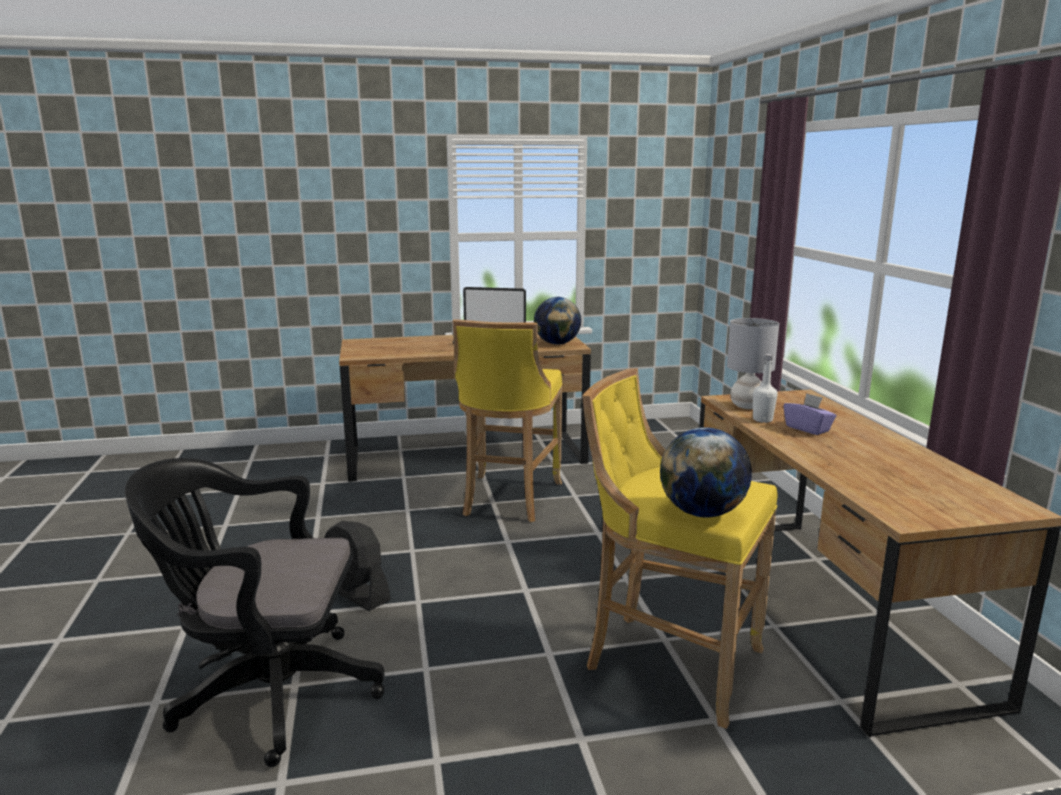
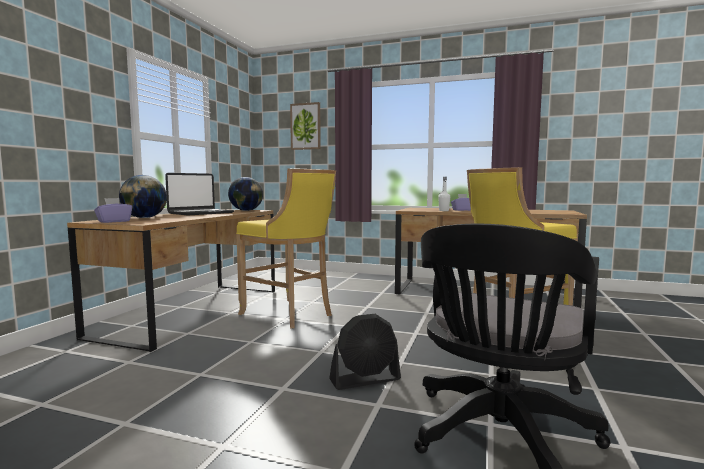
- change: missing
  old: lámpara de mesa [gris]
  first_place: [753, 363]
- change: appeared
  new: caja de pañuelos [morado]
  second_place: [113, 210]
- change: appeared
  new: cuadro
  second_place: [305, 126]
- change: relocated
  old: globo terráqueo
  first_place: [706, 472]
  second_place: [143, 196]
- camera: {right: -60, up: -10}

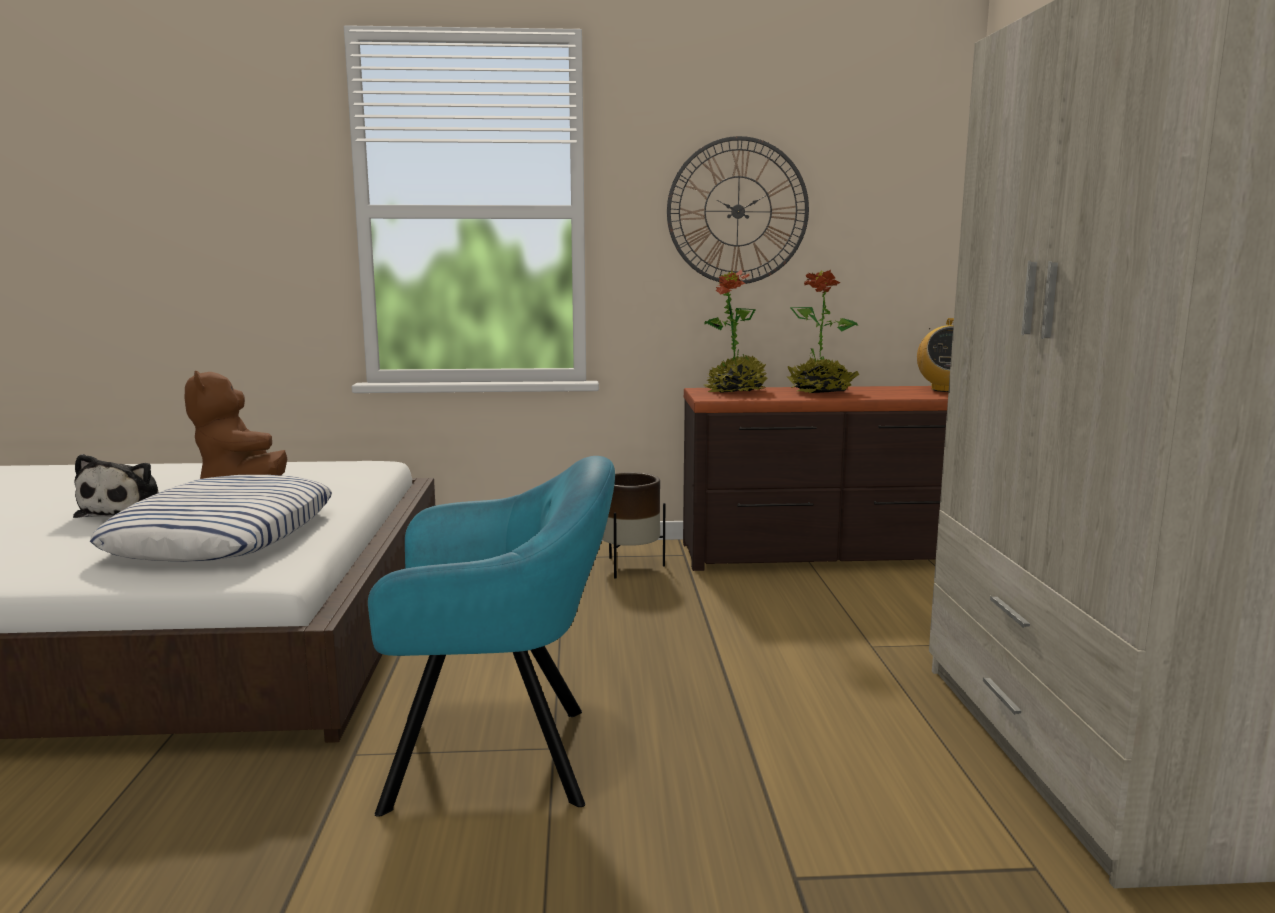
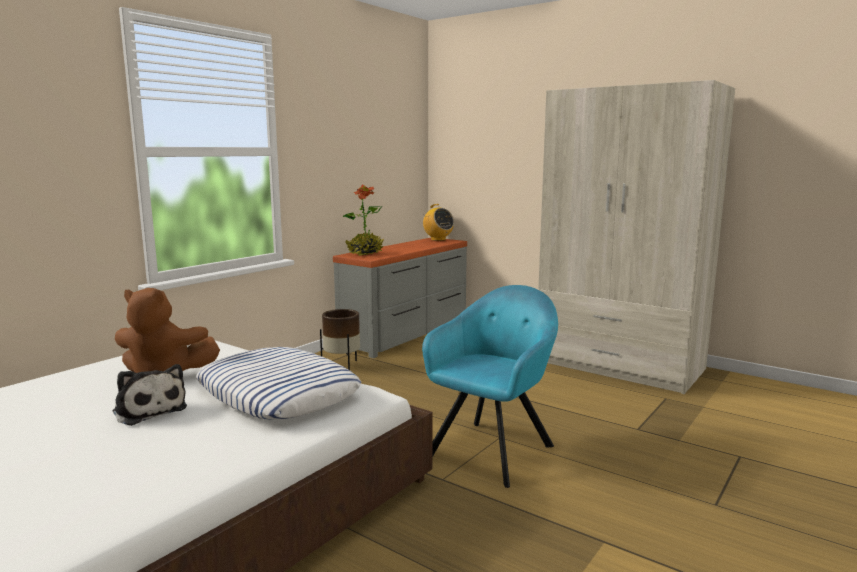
- change: missing
  old: reloj de pared
  first_place: [738, 210]
- change: missing
  old: planta en maceta
  first_place: [823, 332]
- change: colour
  old: cómoda [marrón]
  new: cómoda [gris]
  first_place: [815, 478]
  second_place: [400, 298]
- camera: {right: -50, up: 0}

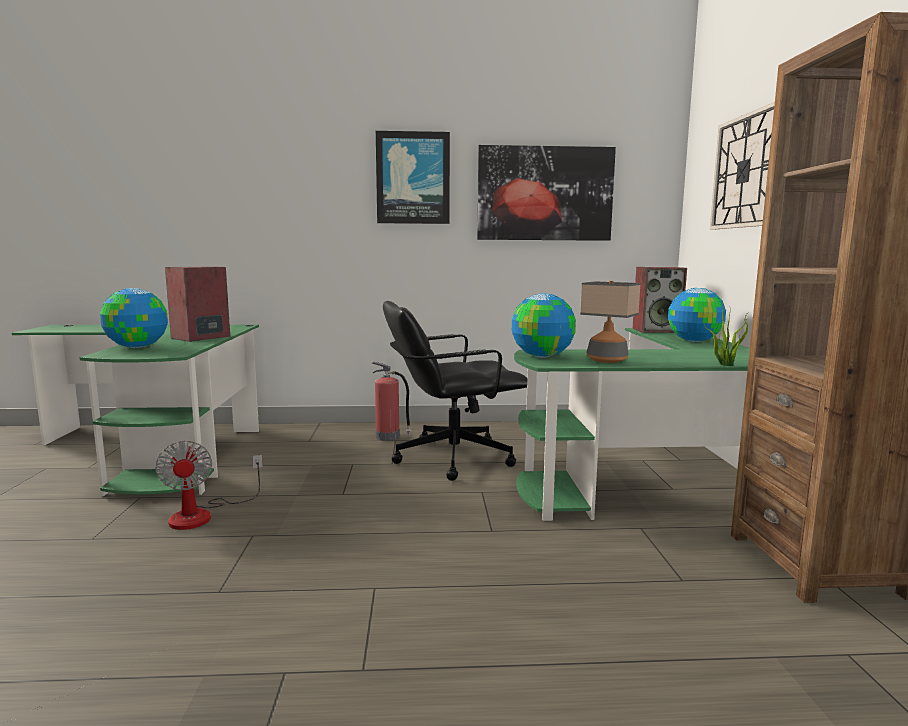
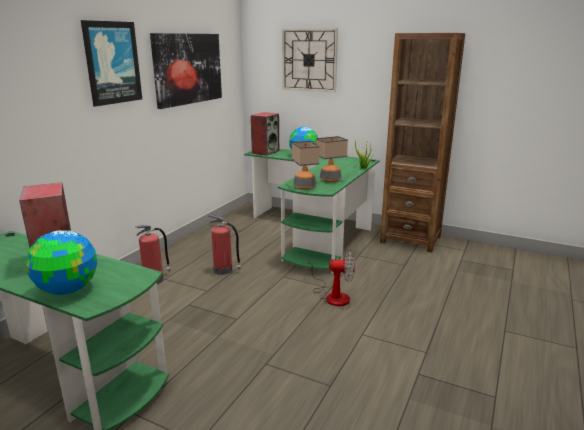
- change: relocated
  old: ventilador
  first_place: [209, 485]
  second_place: [331, 279]
- change: exchanged
  old: silla de oficina [negro]
  new: extintor
  first_place: [455, 391]
  second_place: [225, 244]
- change: exchanged
  old: globo terráqueo
  new: lámpara de mesa
  first_place: [544, 325]
  second_place: [306, 165]
- camera: {right: -60, up: 10}

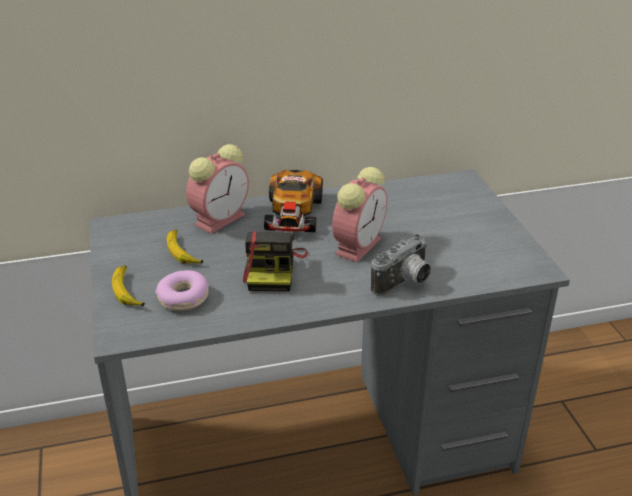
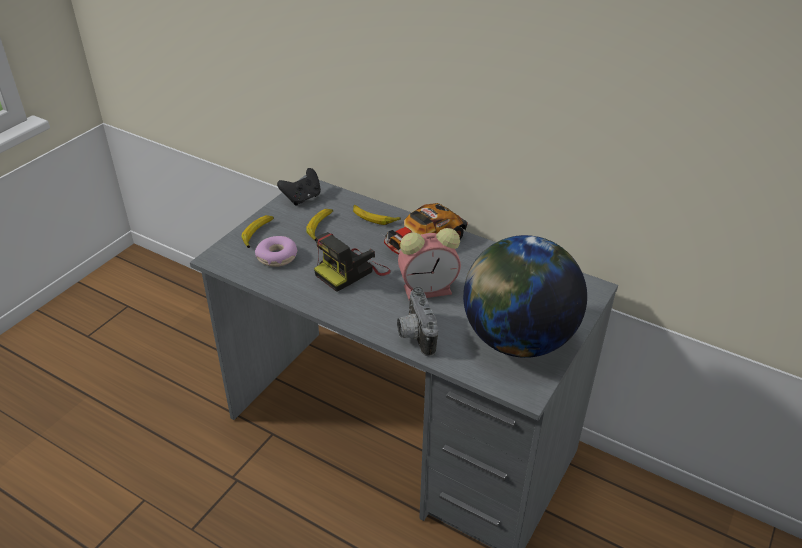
- change: appeared
  new: mando de consola [negro]
  second_place: [299, 187]
- change: appeared
  new: globo terráqueo
  second_place: [525, 296]
- change: exchanged
  old: despertador
  new: plátano
  first_place: [217, 189]
  second_place: [377, 215]
- change: spun
  old: cámara
  first_place: [401, 265]
  second_place: [417, 322]
  degrees: 75
- camera: {right: 45, up: 5}

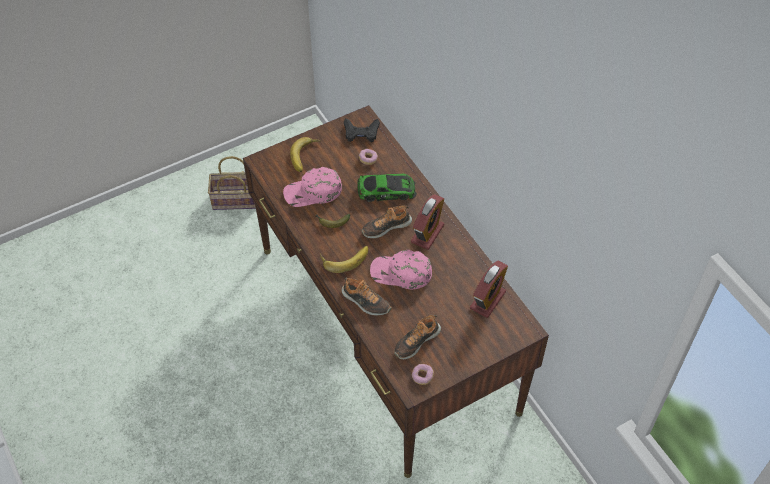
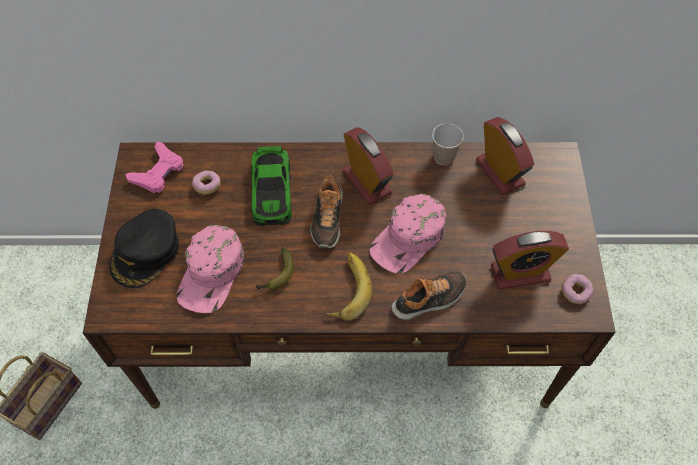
- change: appeared
  new: taza
  second_place: [448, 144]
- change: exchanged
  old: plátano
  new: gorra [negro]
  first_place: [305, 154]
  second_place: [144, 248]
- change: exchanged
  old: zapato
  new: despertador
  first_place: [417, 337]
  second_place: [530, 260]
- change: colour
  old: mando de consola [negro]
  new: mando de consola [rosa]
  first_place: [362, 130]
  second_place: [154, 167]
- change: spun
  old: coche de juguete
  first_place: [387, 188]
  second_place: [271, 186]
  degrees: 150
- camera: {right: -60, up: 5}

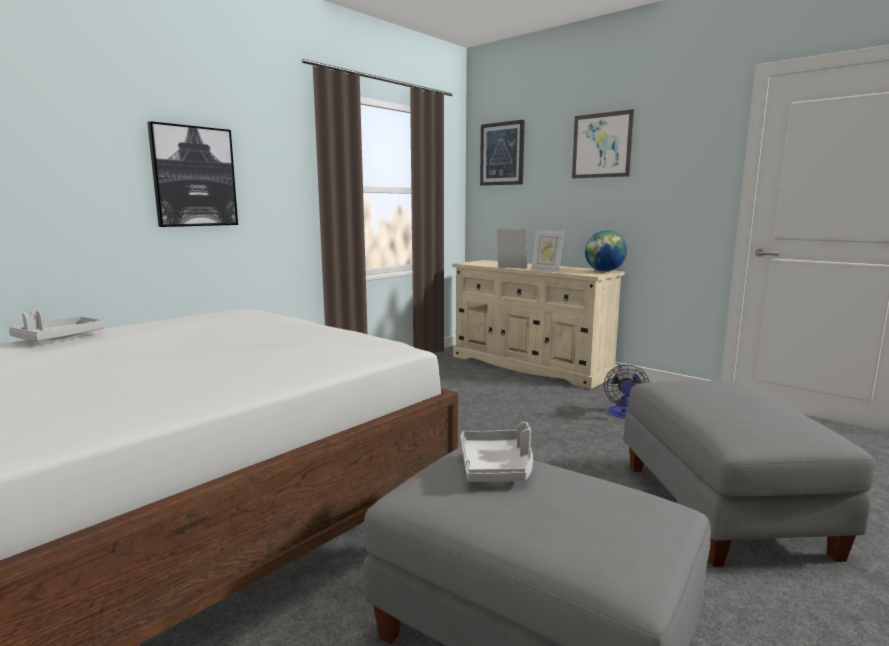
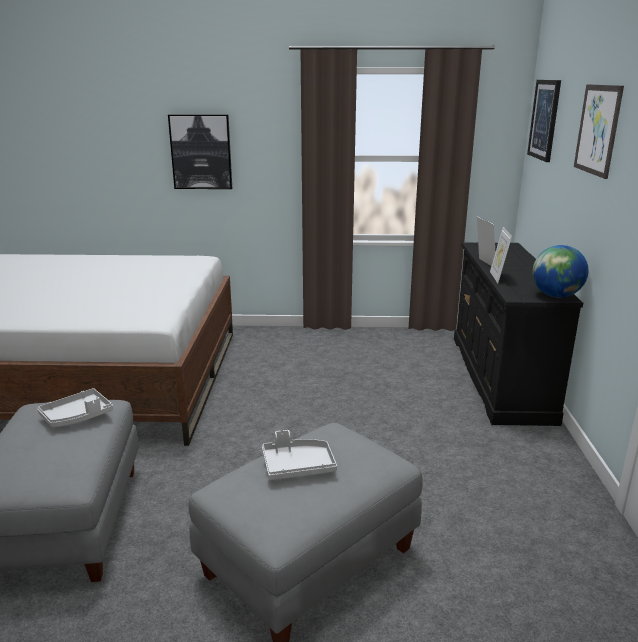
- change: missing
  old: ventilador
  first_place: [626, 391]
- change: relocated
  old: bandeja [gris]
  first_place: [57, 326]
  second_place: [299, 455]
- change: colour
  old: cómoda [beis]
  new: cómoda [negro]
  first_place: [538, 324]
  second_place: [518, 334]
- camera: {right: 50, up: 10}

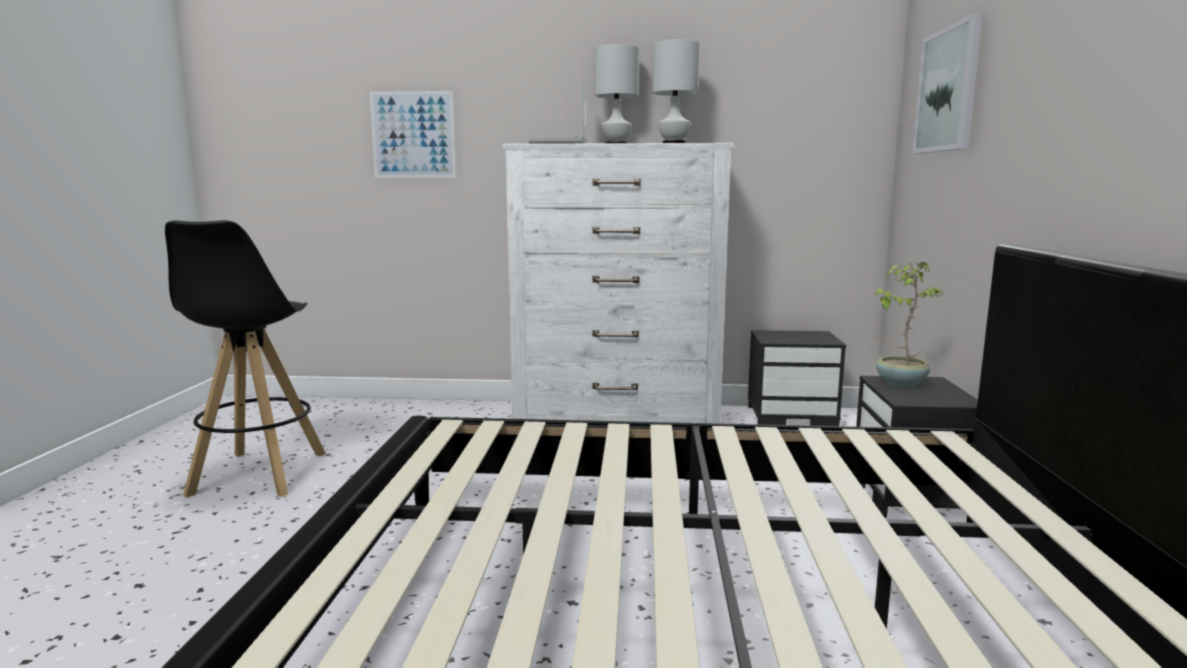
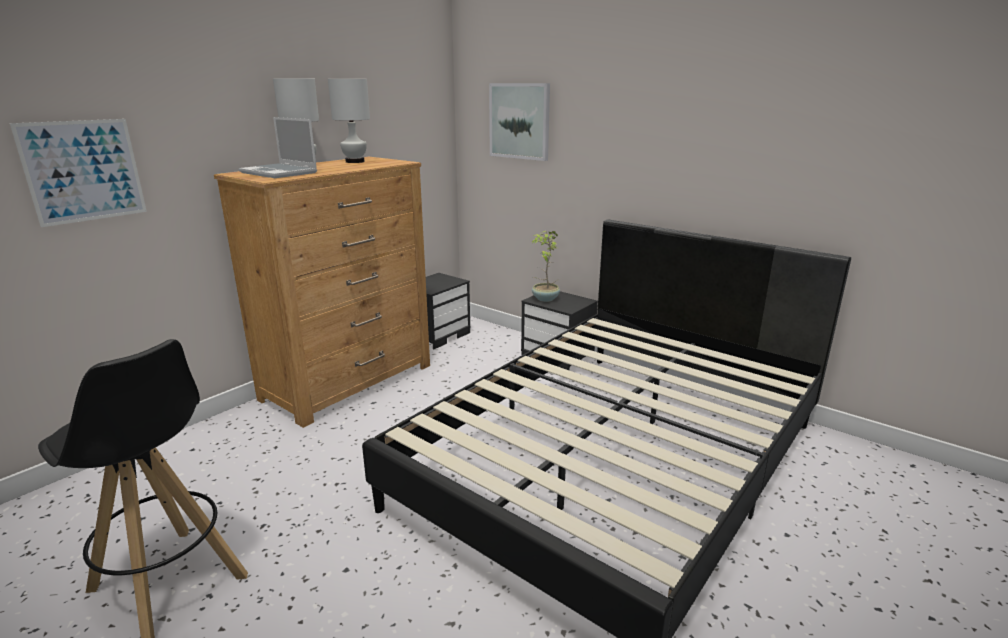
- change: colour
  old: cómoda [blanco]
  new: cómoda [marrón]
  first_place: [618, 283]
  second_place: [322, 292]
- camera: {right: -55, up: 10}

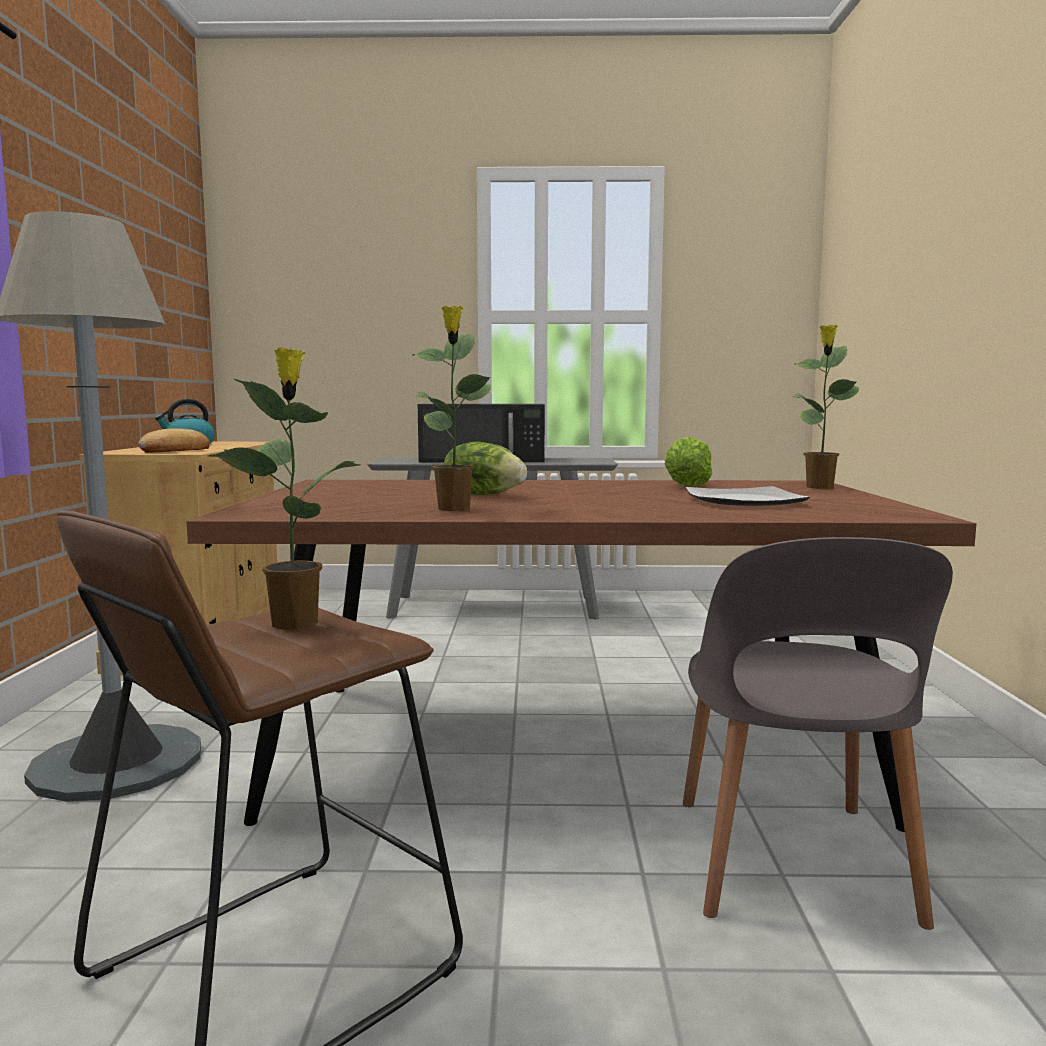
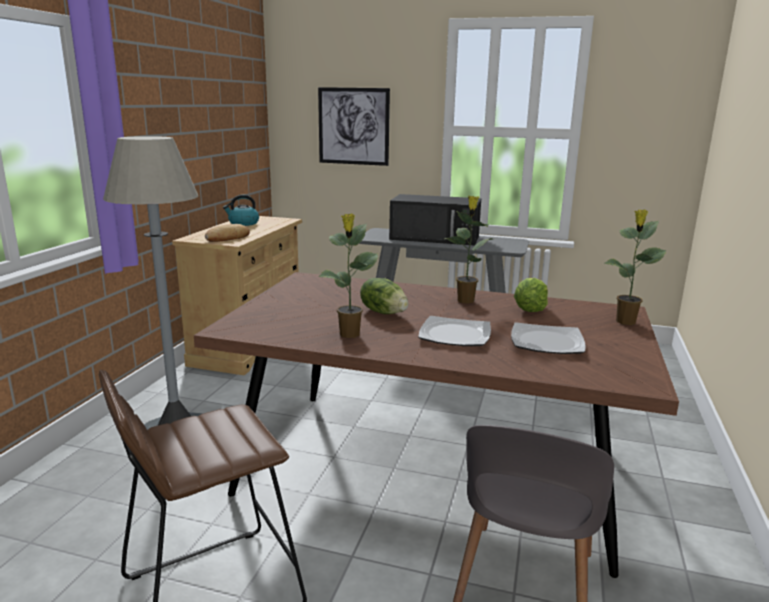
- change: appeared
  new: cuadro
  second_place: [354, 126]
- change: appeared
  new: plato
  second_place: [454, 331]
- change: relocated
  old: planta en maceta
  first_place: [284, 488]
  second_place: [468, 249]
- camera: {right: 15, up: 10}

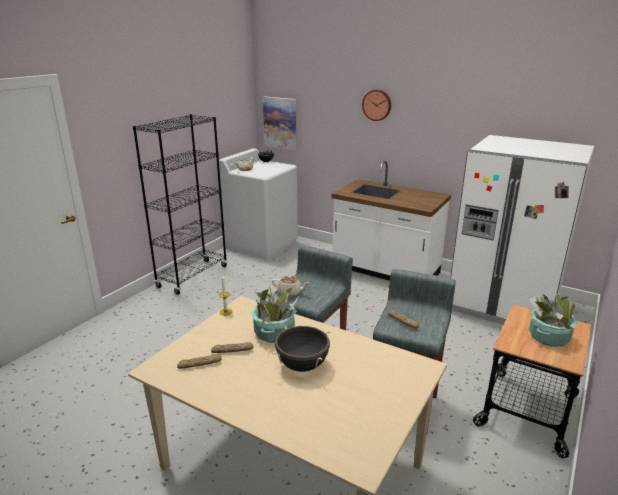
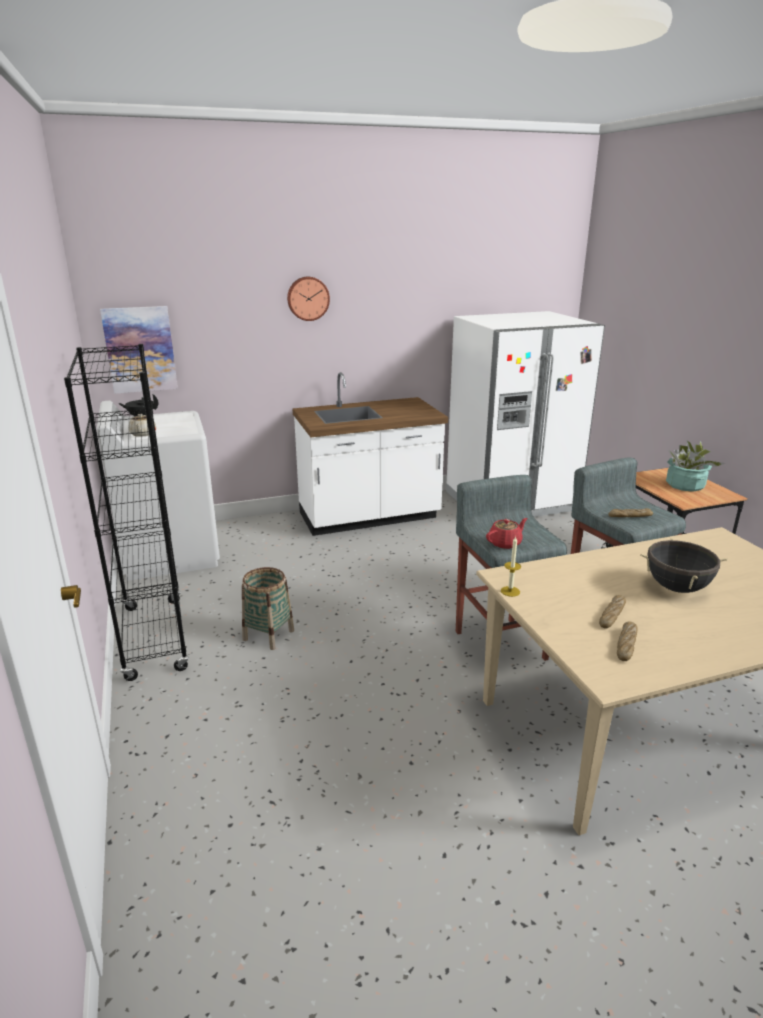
- change: missing
  old: planta en maceta
  first_place: [275, 314]
- change: appeared
  new: cesta
  second_place: [268, 608]
- change: colour
  old: tetera [beis]
  new: tetera [rojo]
  first_place: [291, 286]
  second_place: [507, 533]
- camera: {right: -50, up: 0}

